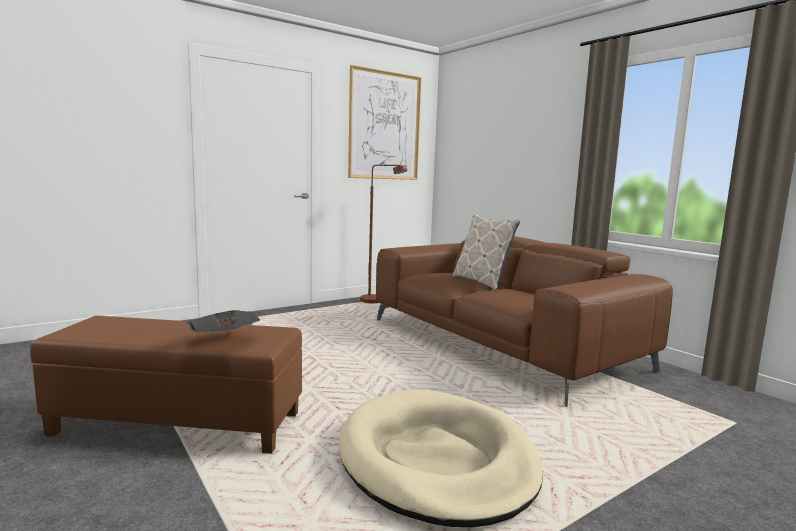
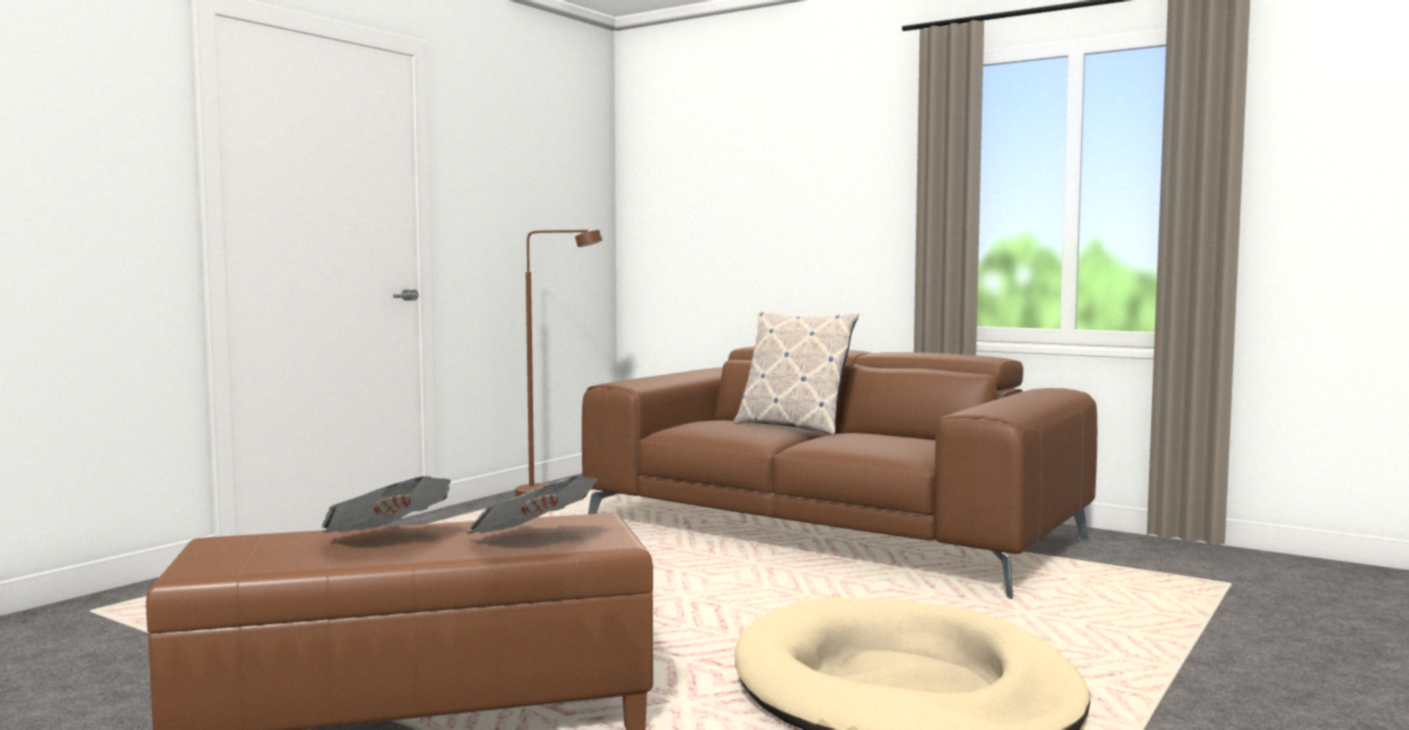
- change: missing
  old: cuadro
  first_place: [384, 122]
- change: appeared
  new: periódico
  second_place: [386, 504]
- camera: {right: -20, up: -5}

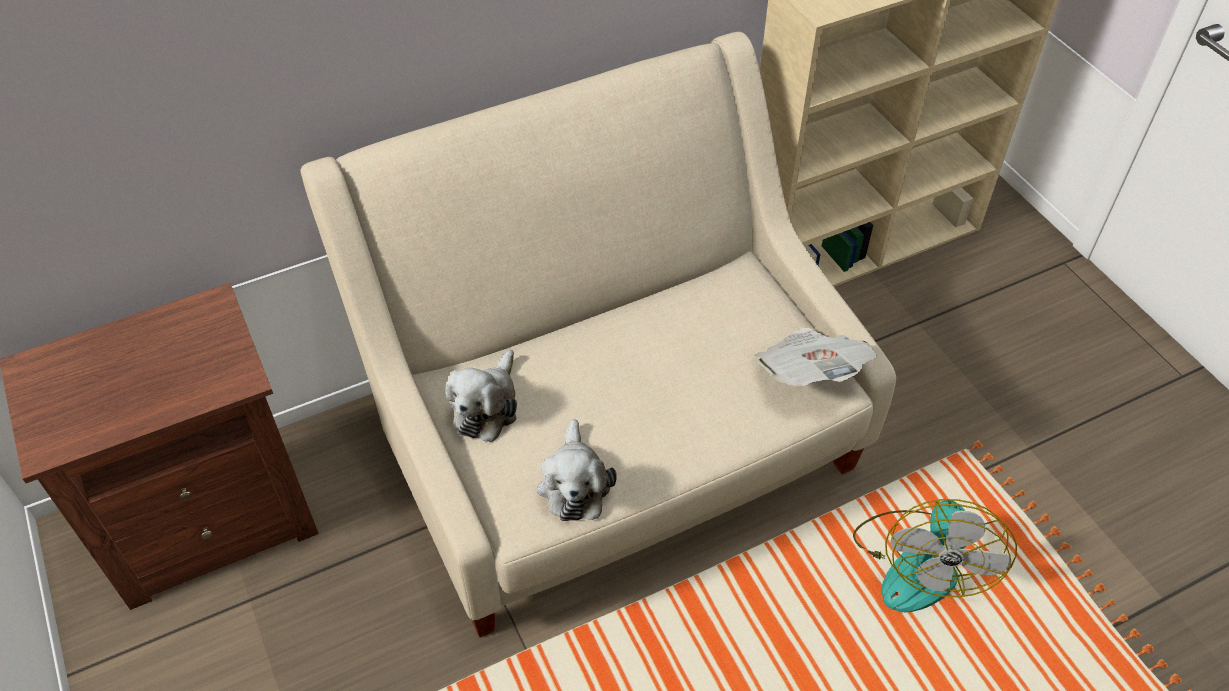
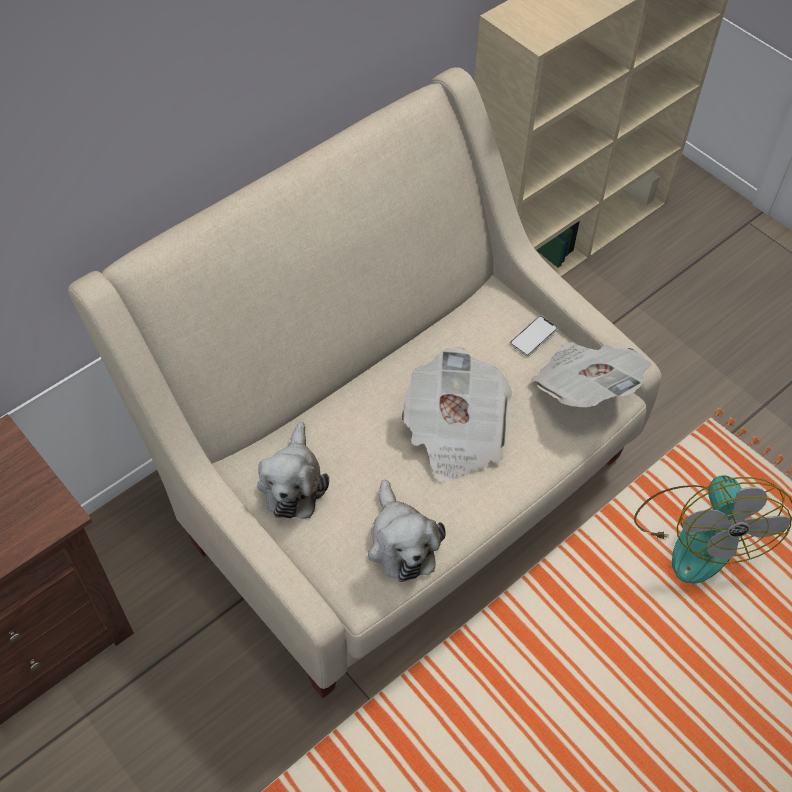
- change: appeared
  new: periódico
  second_place: [456, 415]
- change: appeared
  new: móvil
  second_place: [534, 336]
- camera: {right: -15, up: 5}

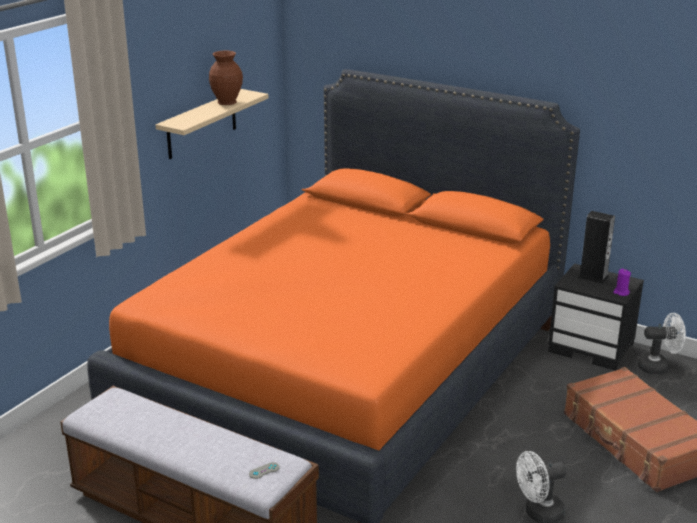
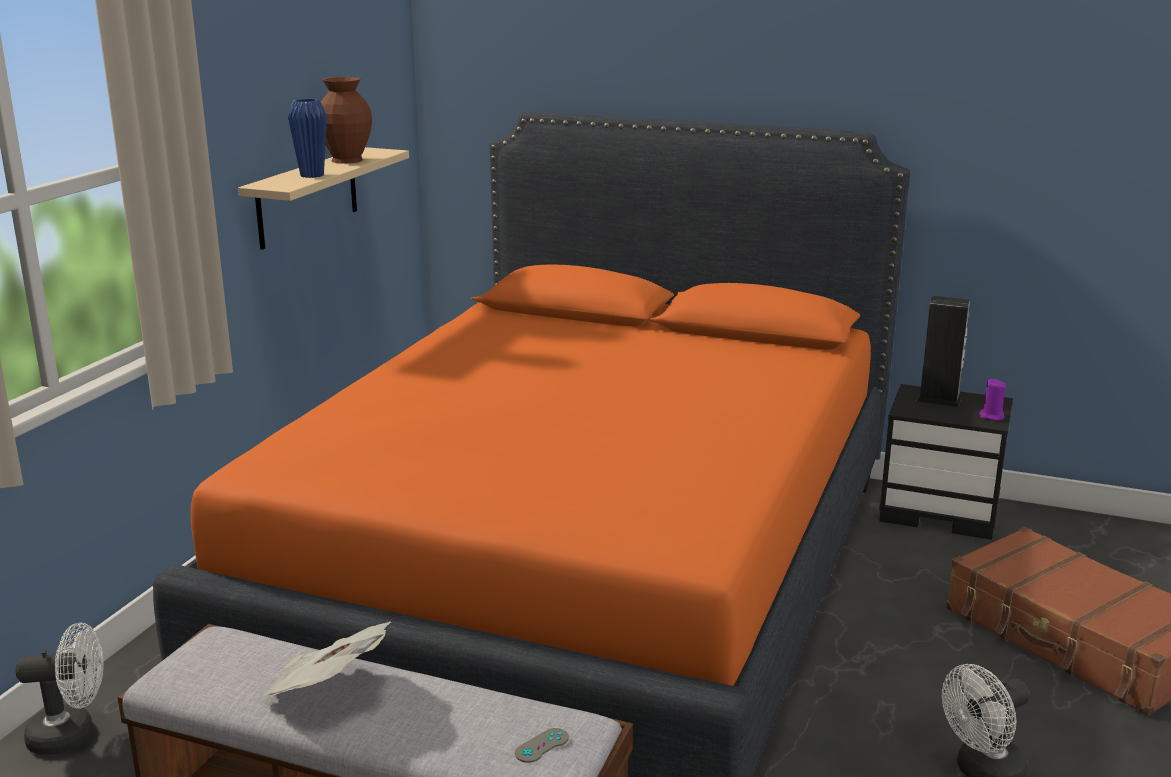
- change: appeared
  new: periódico
  second_place: [326, 659]
- change: appeared
  new: florero [azul]
  second_place: [307, 138]
- change: relocated
  old: ventilador [blanco]
  first_place: [661, 343]
  second_place: [60, 688]
- camera: {right: -10, up: -5}

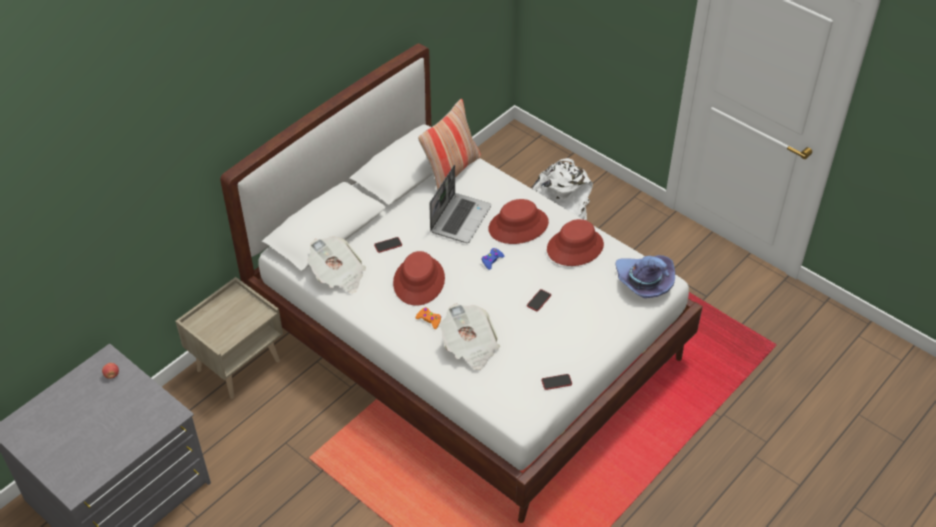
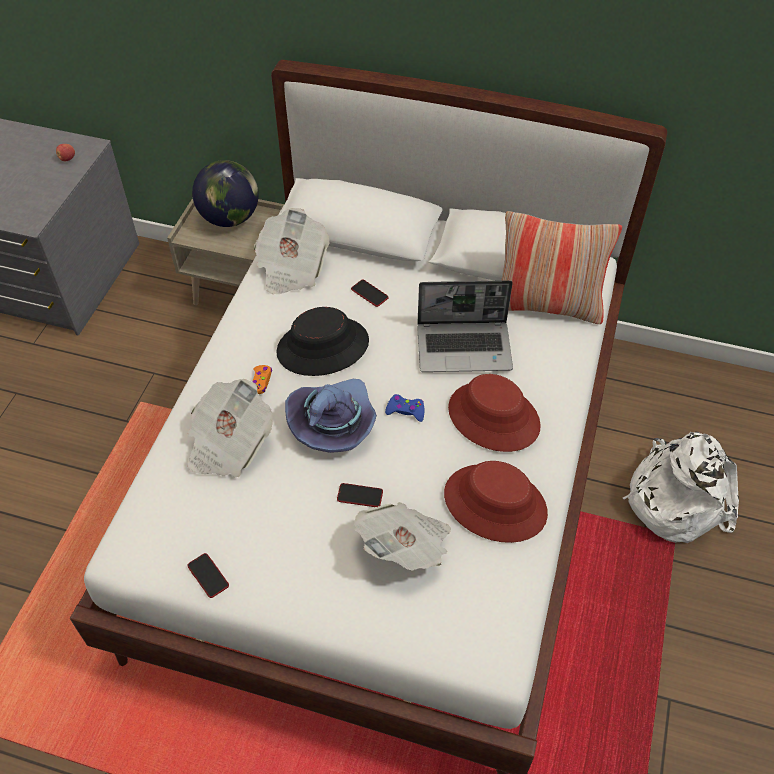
- change: appeared
  new: globo terráqueo
  second_place: [225, 193]
- change: appeared
  new: periódico
  second_place: [402, 536]
- change: relocated
  old: sombrero [morado]
  first_place: [645, 276]
  second_place: [331, 416]
- change: colour
  old: sombrero [rojo]
  new: sombrero [negro]
  first_place: [419, 278]
  second_place: [322, 341]
- camera: {right: 65, up: 5}

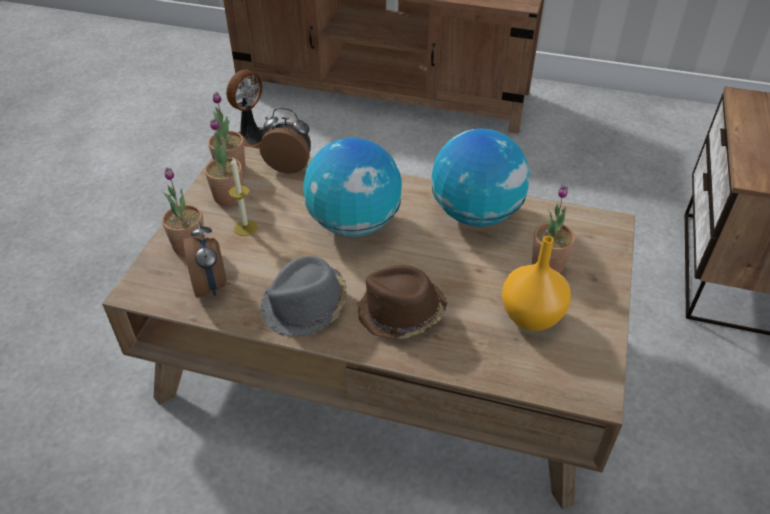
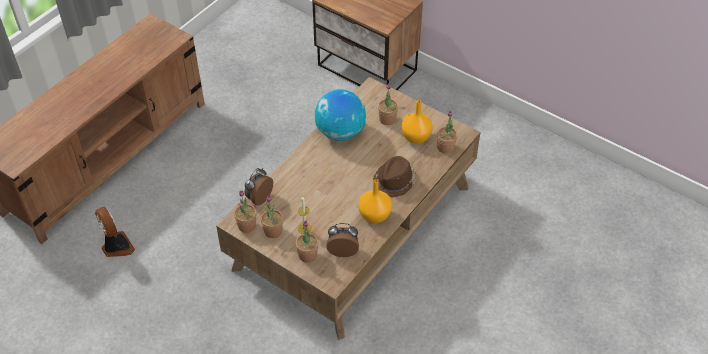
- change: missing
  old: globo terráqueo
  first_place: [352, 187]
- change: appeared
  new: planta en maceta
  second_place: [447, 132]
- change: exchanged
  old: sombrero [gris]
  new: florero [naranja]
  first_place: [304, 296]
  second_place: [375, 201]
- camera: {right: -70, up: 5}

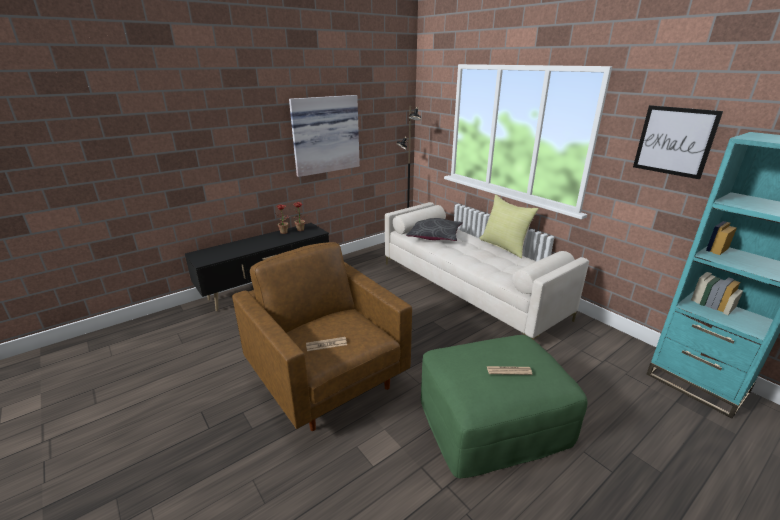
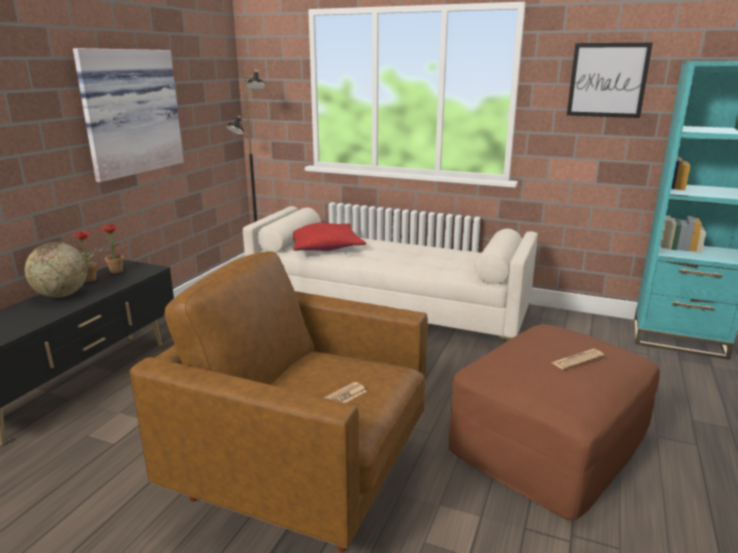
- change: missing
  old: cojín [amarillo]
  first_place: [509, 226]
- change: appeared
  new: globo terráqueo
  second_place: [56, 270]
- change: colour
  old: cojín [gris]
  new: cojín [rojo]
  first_place: [434, 229]
  second_place: [329, 237]
- change: colour
  old: puf [verde]
  new: puf [marrón]
  first_place: [504, 406]
  second_place: [554, 422]
- camera: {right: -30, up: -5}

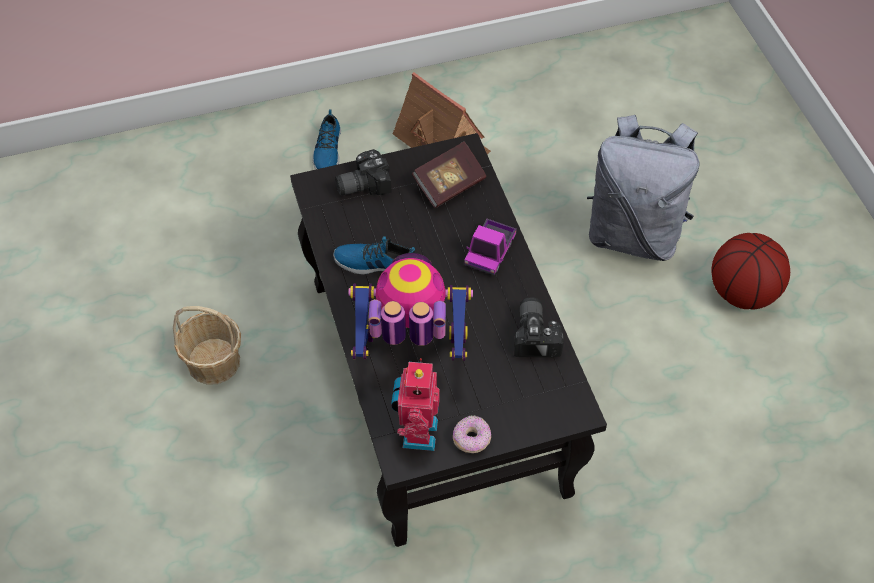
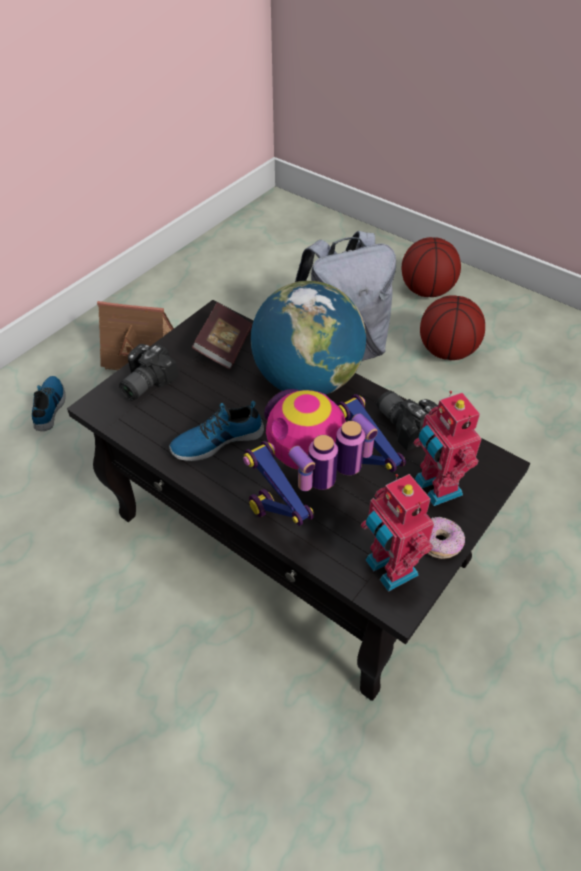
- change: missing
  old: cesta
  first_place: [207, 345]
- change: appeared
  new: balón de baloncesto
  second_place: [431, 267]
- change: appeared
  new: robot de juguete
  second_place: [447, 448]
- change: exchanged
  old: camión de juguete
  new: globo terráqueo
  first_place: [490, 247]
  second_place: [308, 338]
- change: spun
  old: zapato
  first_place: [326, 139]
  second_place: [49, 403]
  degrees: -150
- camera: {right: -35, up: -5}

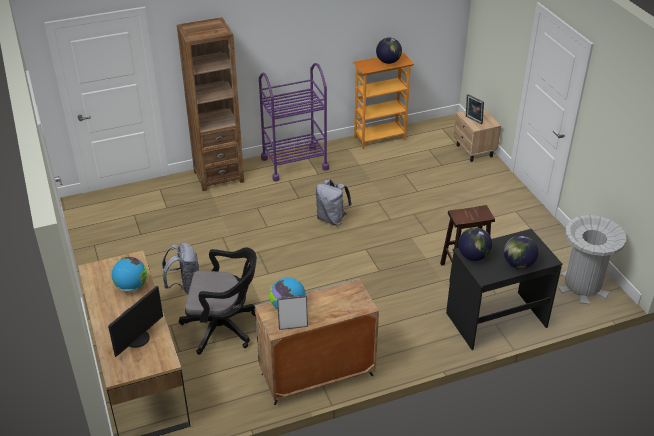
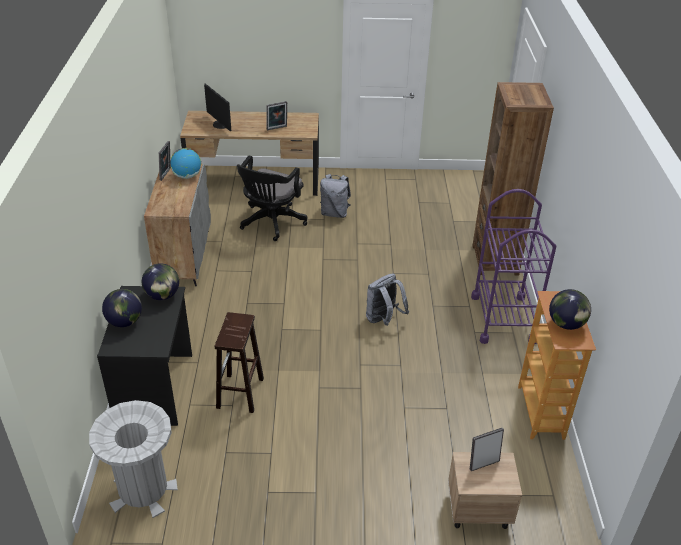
- change: exchanged
  old: globo terráqueo
  new: portarretratos
  first_place: [129, 274]
  second_place: [276, 115]
- camera: {right: 110, up: 0}

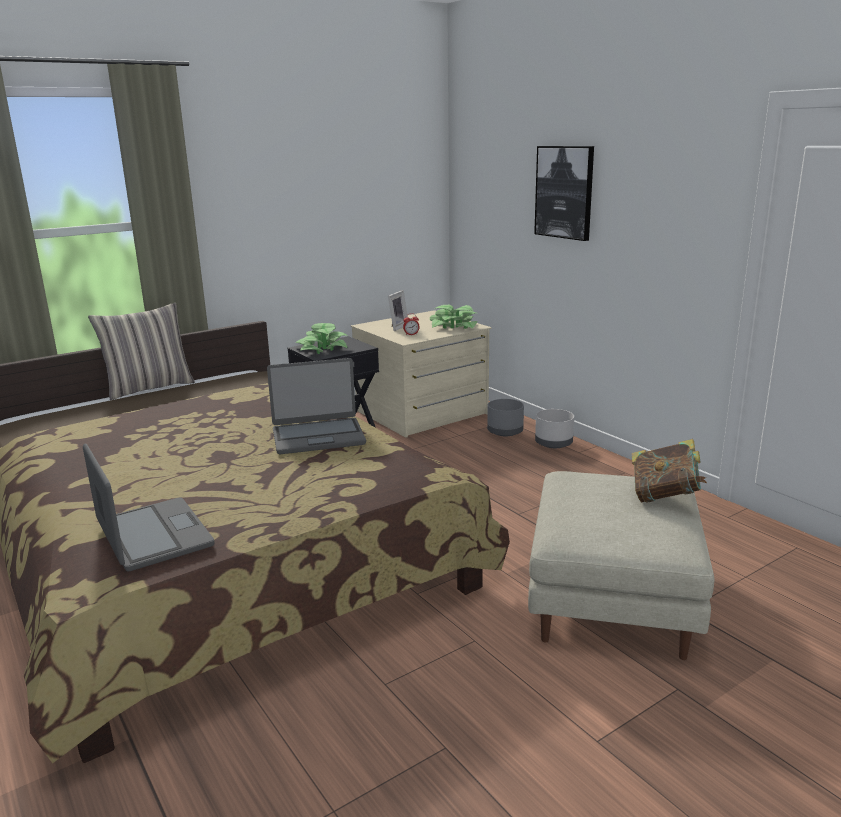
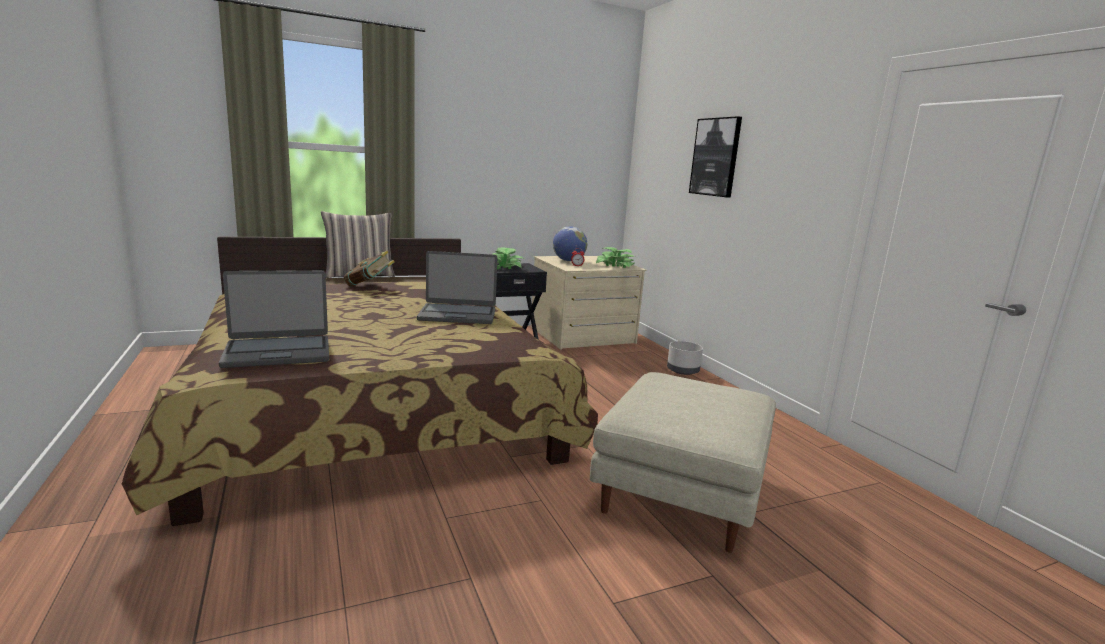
- change: missing
  old: maceta [gris]
  first_place: [505, 417]
- change: relocated
  old: libro
  first_place: [669, 471]
  second_place: [369, 268]
- change: exchanged
  old: portarretratos
  new: globo terráqueo
  first_place: [398, 310]
  second_place: [570, 243]
- change: spun
  old: portátil
  first_place: [149, 507]
  second_place: [274, 319]
  degrees: 90
- camera: {right: 10, up: -5}

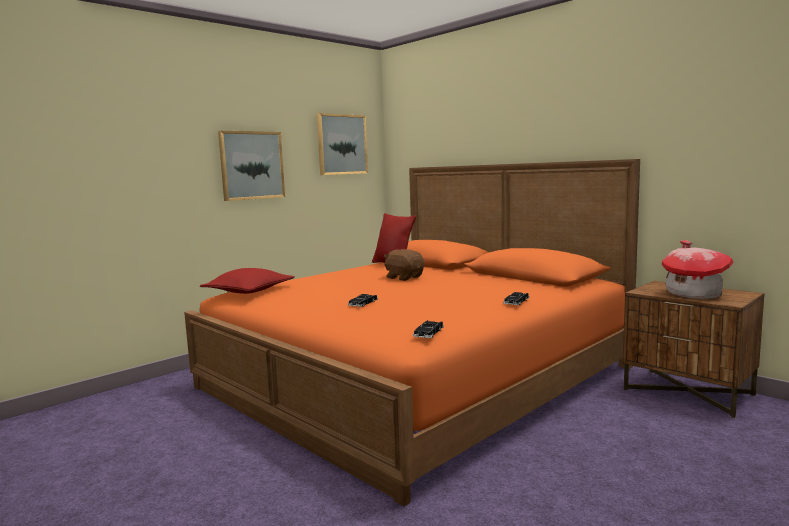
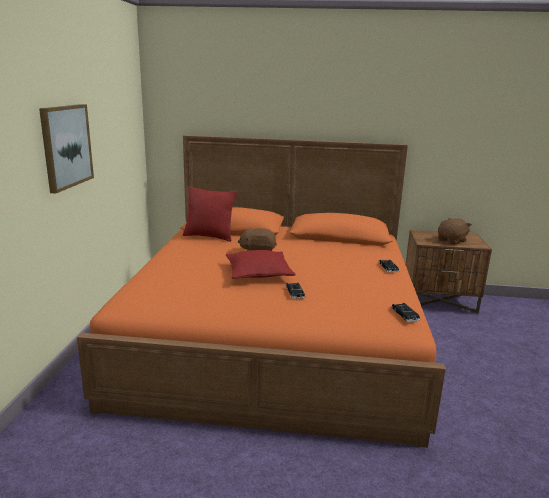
- change: missing
  old: cuadro
  first_place: [342, 144]
- change: relocated
  old: cojín [rojo]
  first_place: [247, 281]
  second_place: [261, 264]
- change: exchanged
  old: casita
  new: peluche [marrón]
  first_place: [698, 269]
  second_place: [455, 231]
- camera: {right: -40, up: 10}

